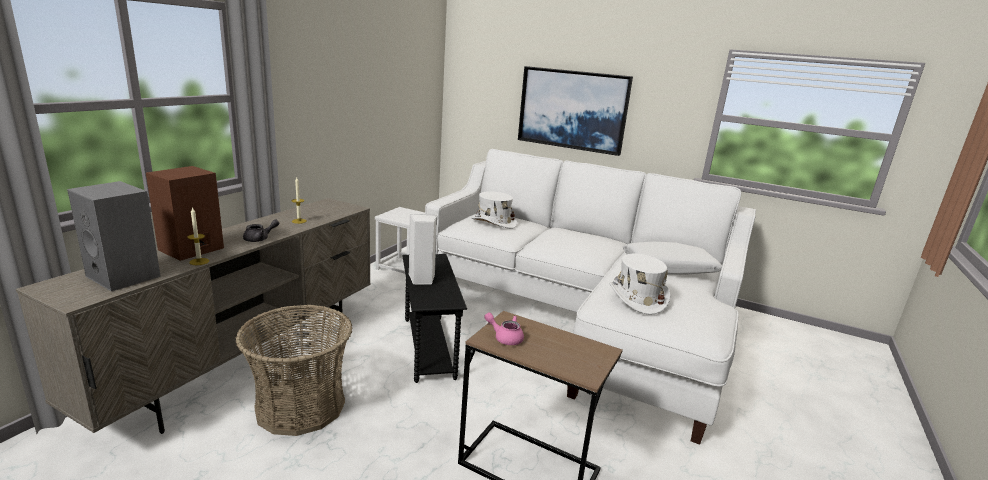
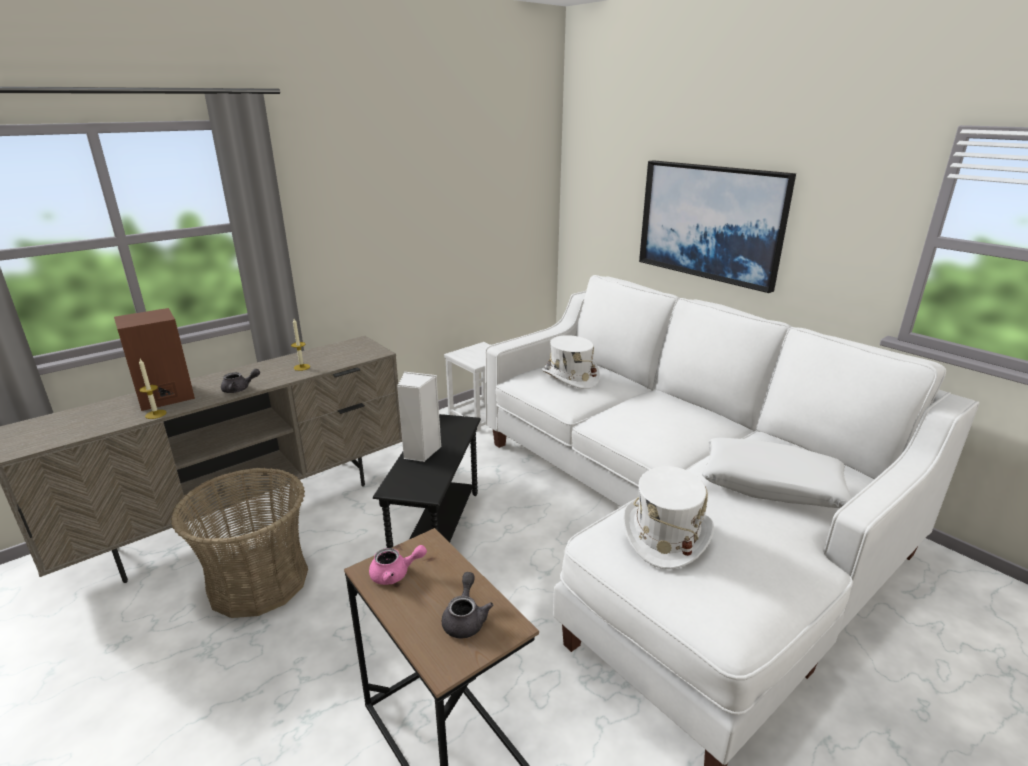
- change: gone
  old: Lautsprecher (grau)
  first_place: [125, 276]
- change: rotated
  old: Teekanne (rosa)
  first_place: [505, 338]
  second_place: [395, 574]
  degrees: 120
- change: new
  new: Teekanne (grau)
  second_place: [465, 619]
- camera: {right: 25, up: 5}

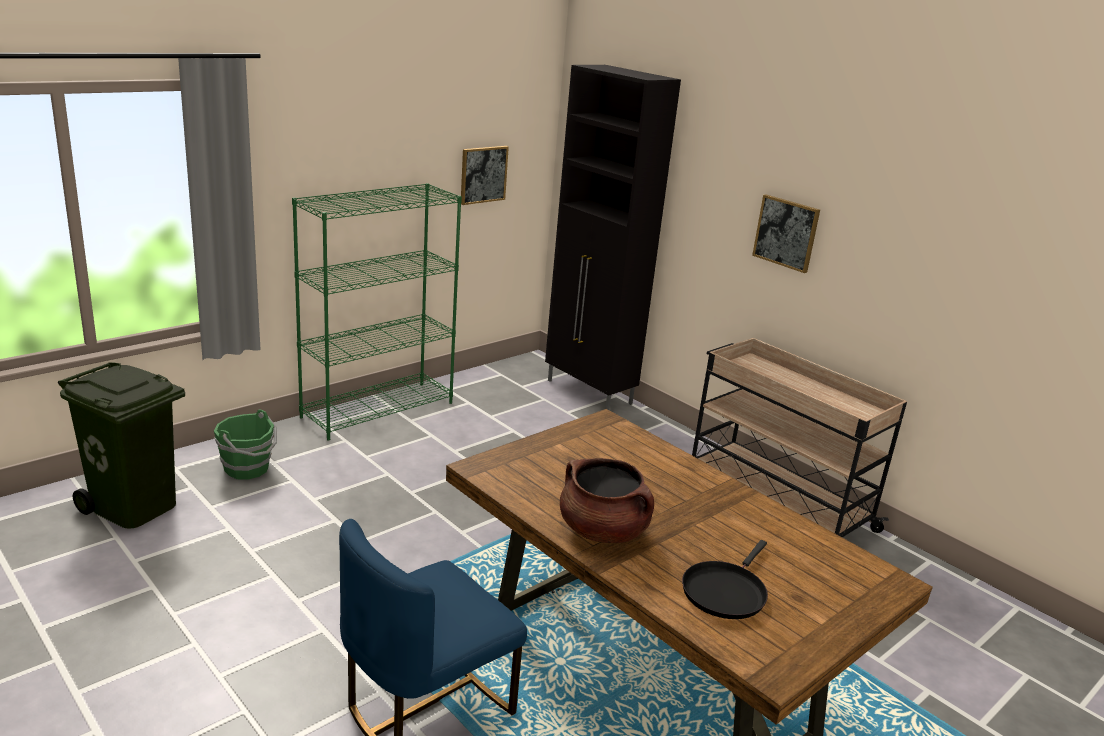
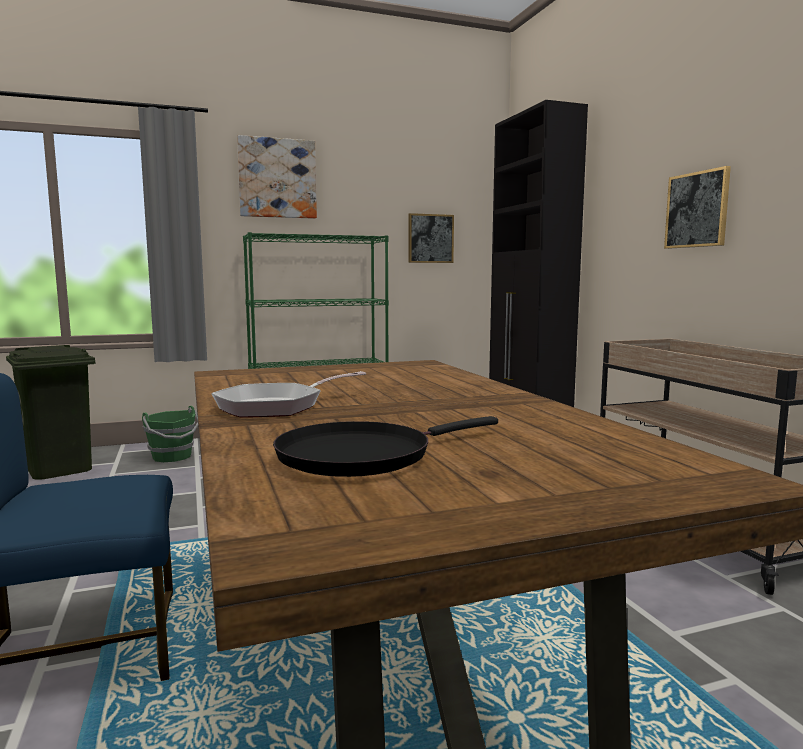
- change: swapped
  old: Kochtopf (braun)
  new: Pfanne
  first_place: [603, 531]
  second_place: [277, 406]
- change: new
  new: Bild
  second_place: [277, 178]
- camera: {right: 25, up: -15}

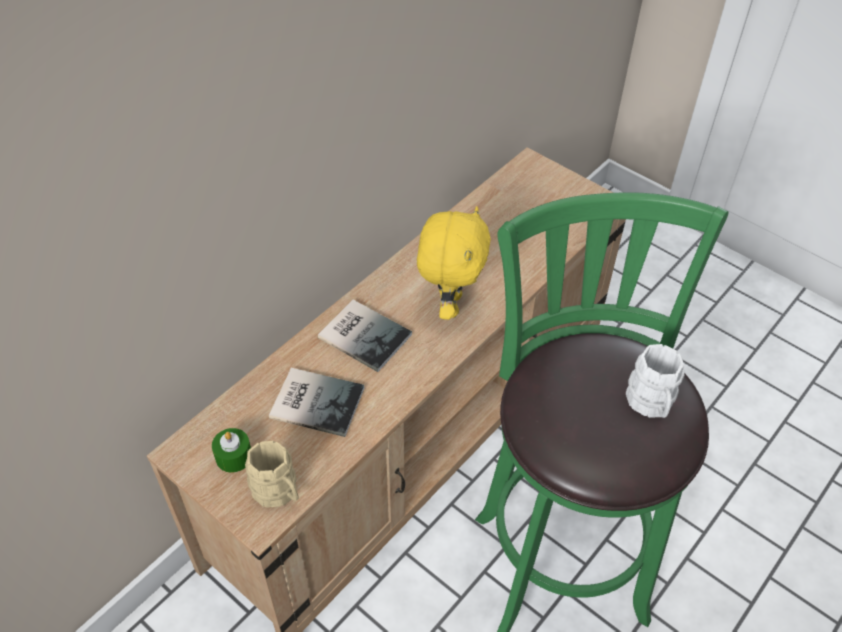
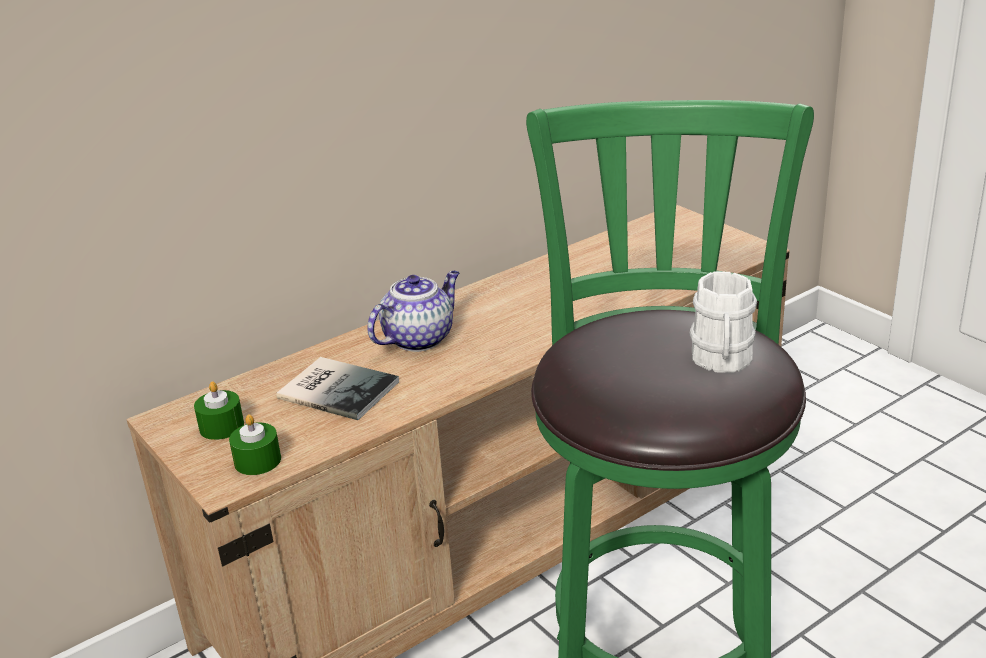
- change: gone
  old: Plüschtier (gelb)
  first_place: [449, 305]
- change: swapped
  old: Buch
  new: Teekanne
  first_place: [364, 334]
  second_place: [419, 338]
- change: swapped
  old: Henkelbecher (beige)
  new: Kerze (grün)
  first_place: [278, 493]
  second_place: [257, 461]
- camera: {right: 15, up: -20}

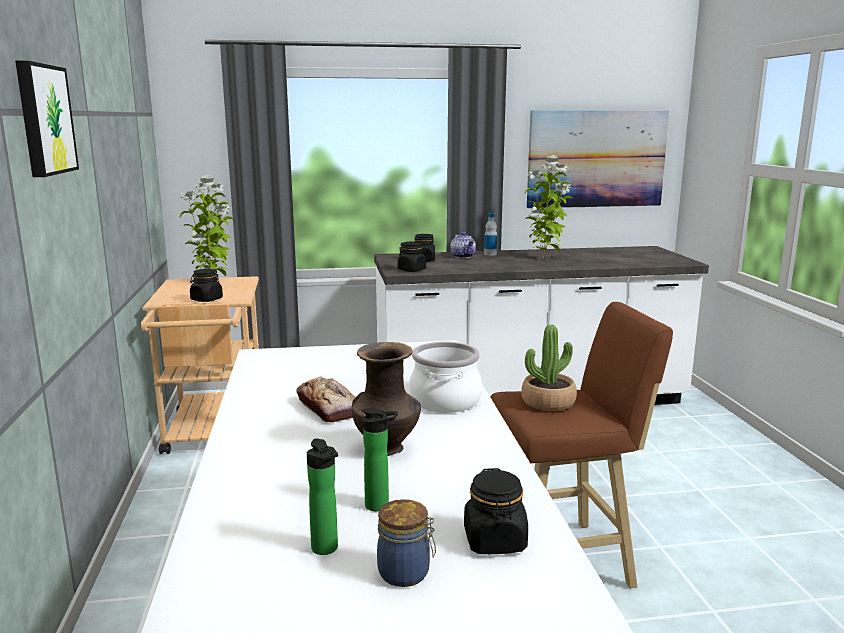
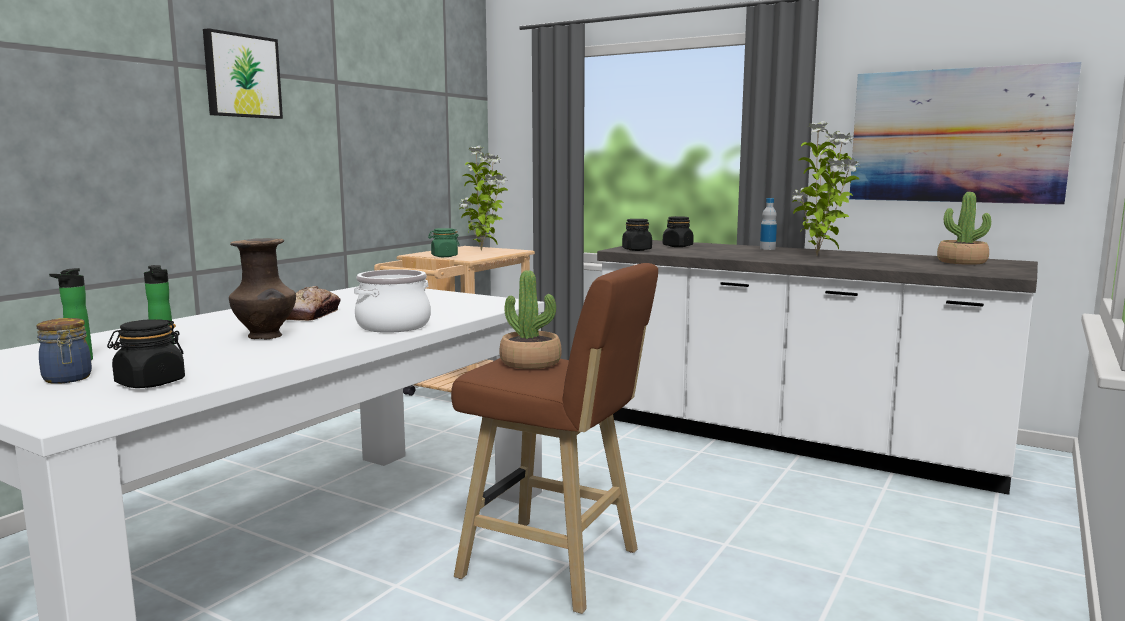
- change: gone
  old: Teekanne
  first_place: [463, 256]
- change: repainted
  old: Vorratsglas (schwarz)
  new: Vorratsglas (grün)
  first_place: [206, 300]
  second_place: [444, 256]
- change: new
  new: Topfpflanze
  second_place: [961, 262]
- camera: {right: 40, up: -5}

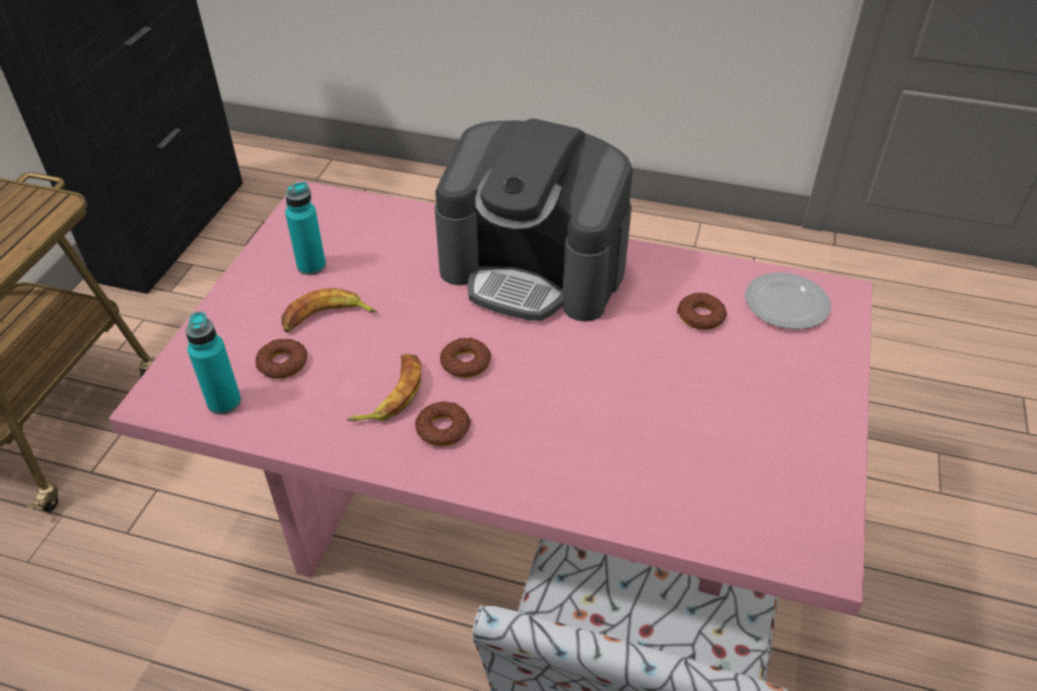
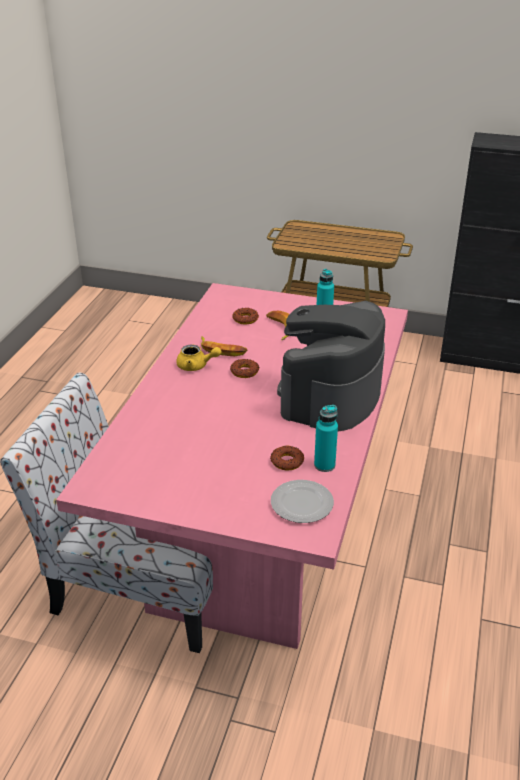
- change: shifted
  old: Flasche (türkis)
  first_place: [224, 402]
  second_place: [324, 465]
- change: swapped
  old: Donut
  new: Teekanne (gelb)
  first_place: [443, 428]
  second_place: [196, 366]
- camera: {right: 90, up: -10}

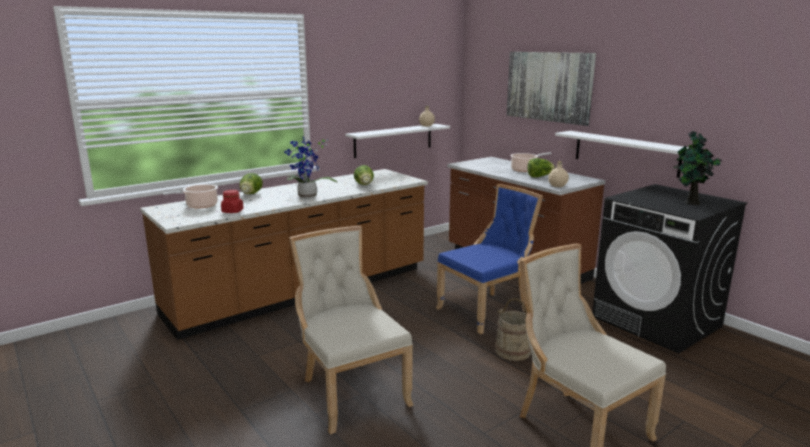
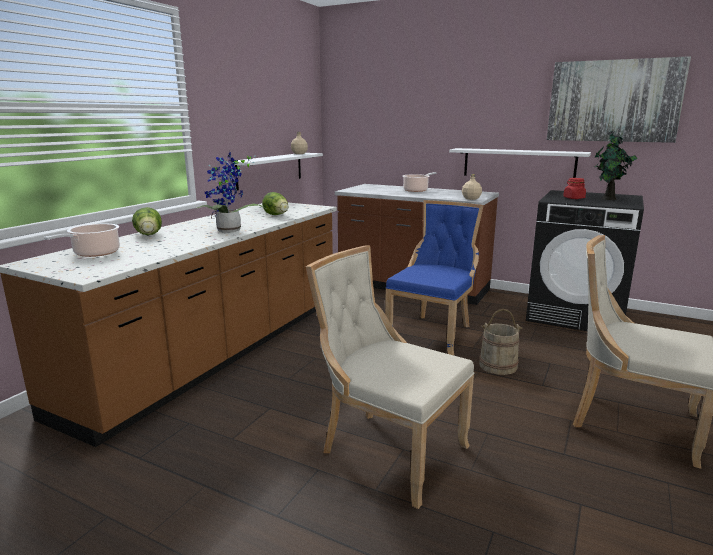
- change: shifted
  old: Bild
  first_place: [548, 86]
  second_place: [613, 101]
- change: gone
  old: Salatkopf
  first_place: [539, 176]
- change: shifted
  old: Vorratsglas (rot)
  first_place: [232, 211]
  second_place: [573, 198]
- camera: {right: -25, up: 0}

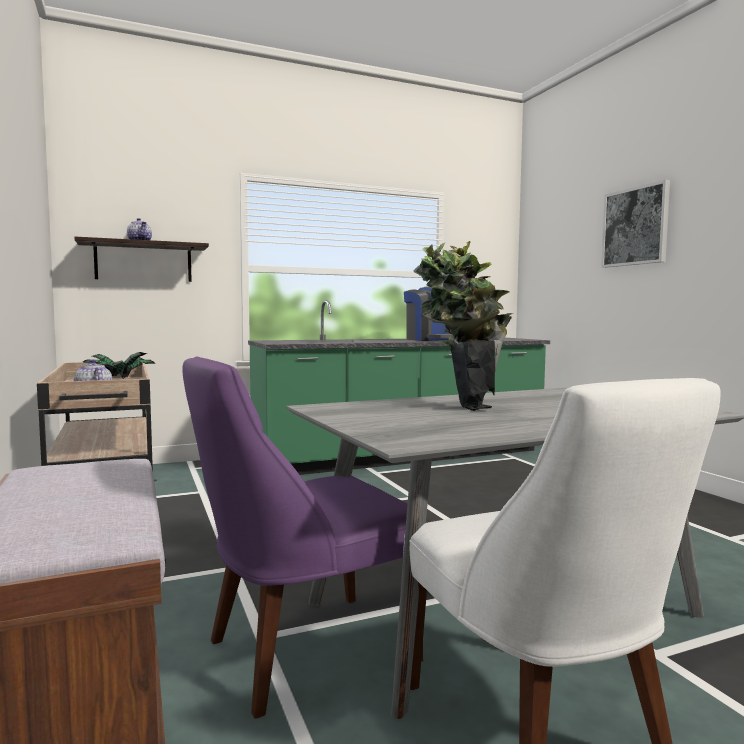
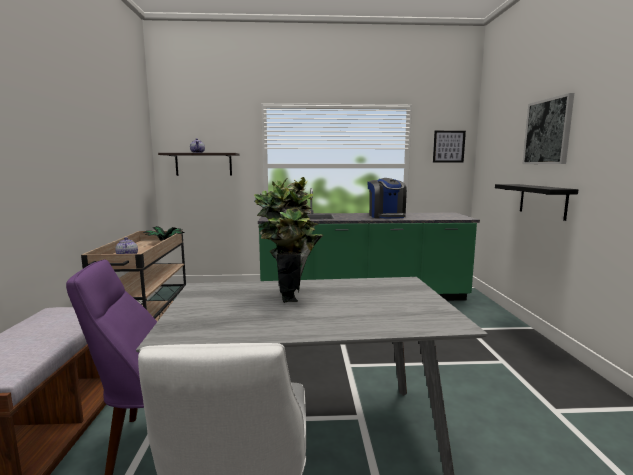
- change: new
  new: Bild
  second_place: [448, 146]
- change: new
  new: Wandregal (schwarz)
  second_place: [542, 201]
- camera: {right: 20, up: 5}

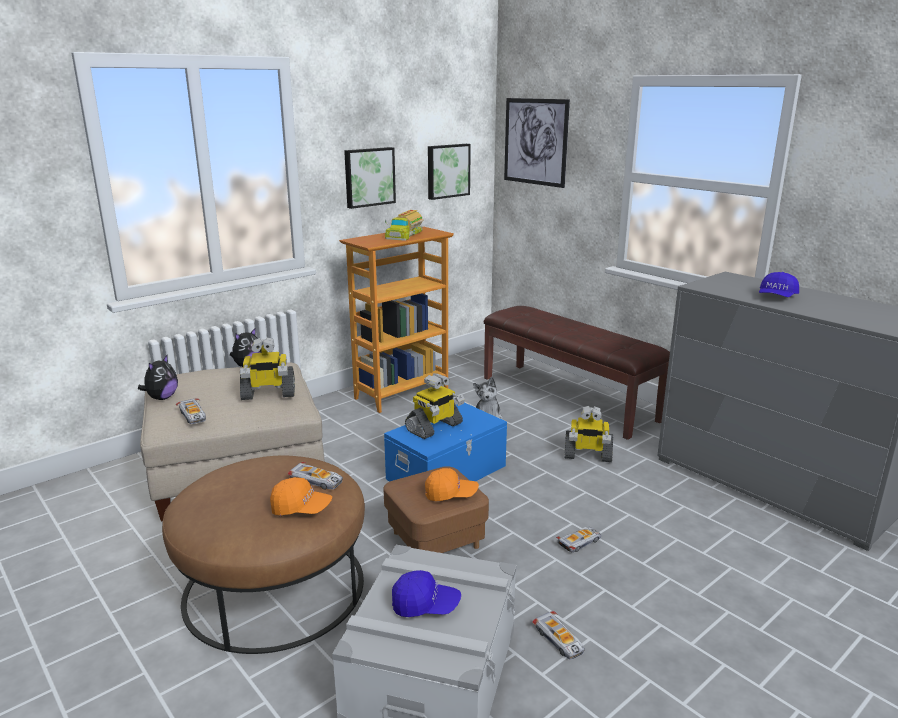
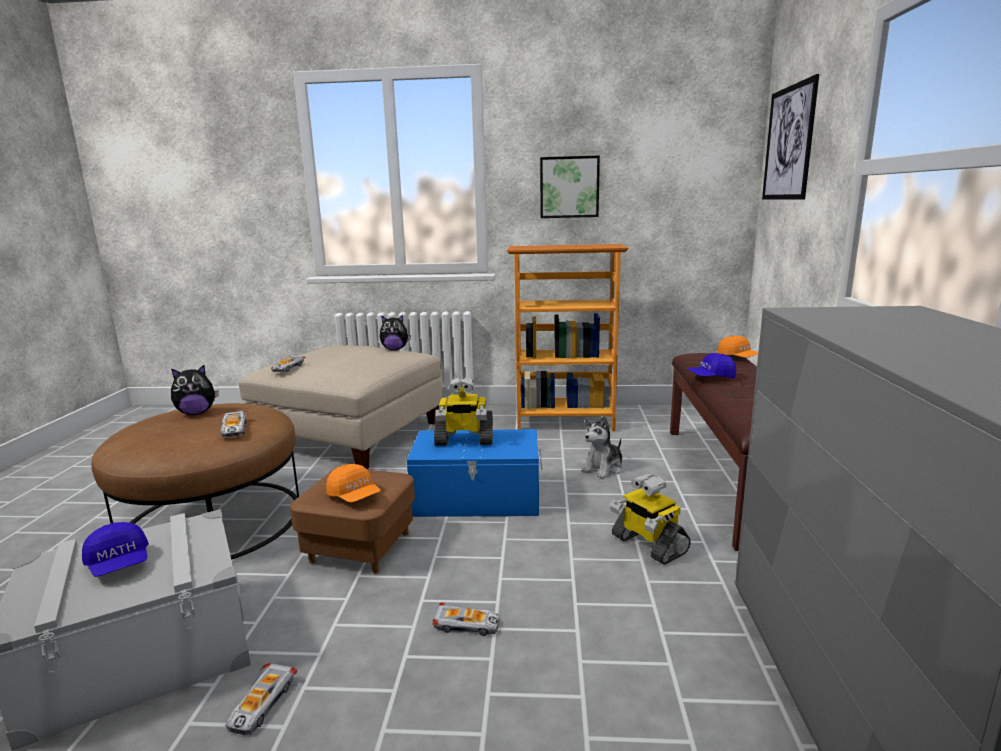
- change: gone
  old: Bild
  first_place: [447, 171]
- change: gone
  old: Spielzeuglaster
  first_place: [404, 234]
- change: shifted
  old: Kappe (blau)
  first_place: [776, 297]
  second_place: [711, 377]
- change: gone
  old: Spielzeugroboter
  first_place: [268, 394]
- change: shifted
  old: Plüschtier
  first_place: [162, 398]
  second_place: [196, 413]
- change: shifted
  old: Kappe (orange)
  first_place: [301, 508]
  second_place: [738, 358]
- camera: {right: 45, up: -5}

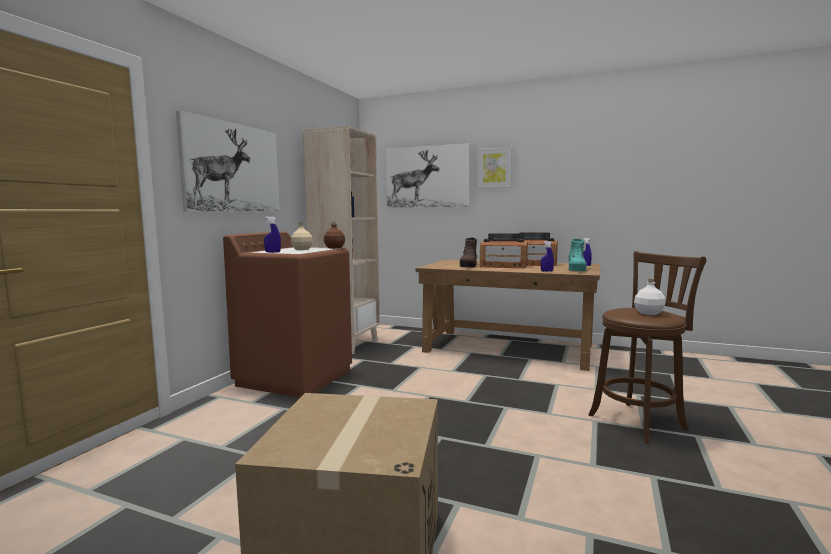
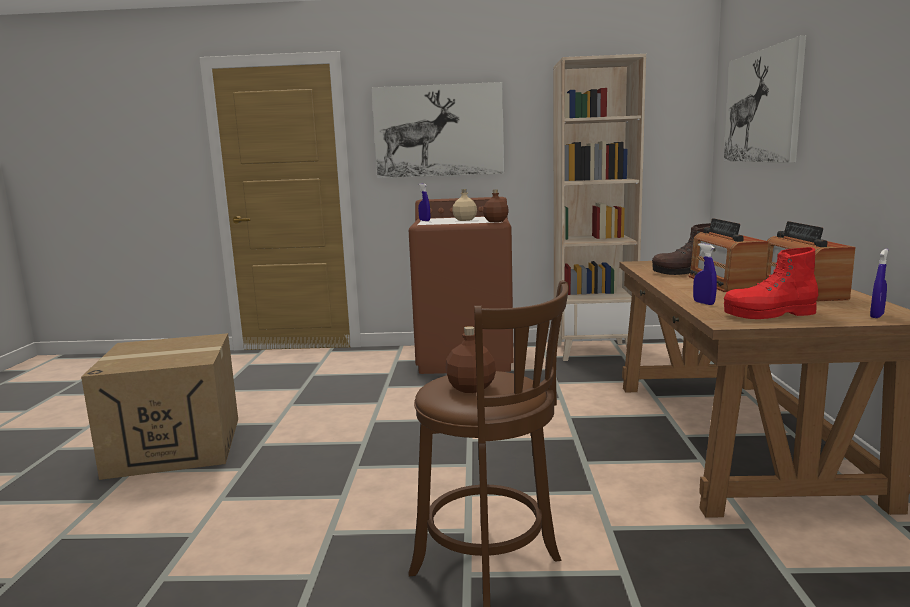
- change: gone
  old: Bild
  first_place: [494, 168]
- change: repainted
  old: Stiefel (türkis)
  new: Stiefel (rot)
  first_place: [576, 270]
  second_place: [769, 314]
- change: repainted
  old: Flasche (weiß)
  new: Flasche (braun)
  first_place: [649, 313]
  second_place: [471, 388]
- camera: {right: 70, up: 5}

